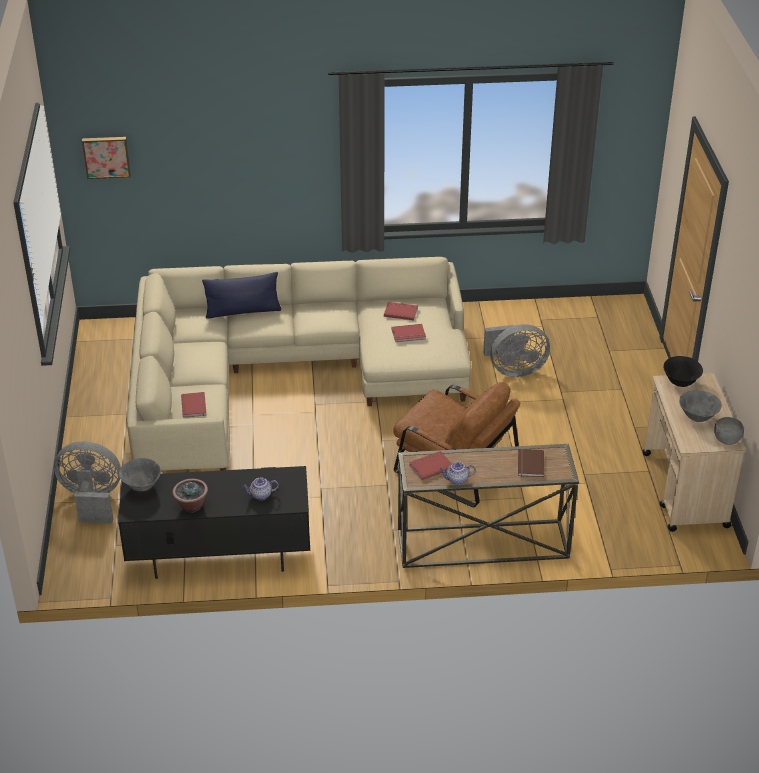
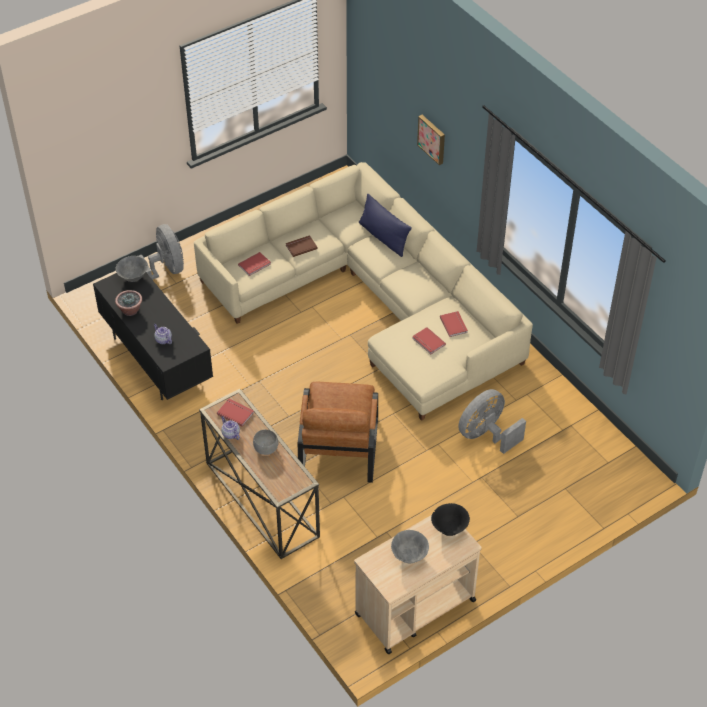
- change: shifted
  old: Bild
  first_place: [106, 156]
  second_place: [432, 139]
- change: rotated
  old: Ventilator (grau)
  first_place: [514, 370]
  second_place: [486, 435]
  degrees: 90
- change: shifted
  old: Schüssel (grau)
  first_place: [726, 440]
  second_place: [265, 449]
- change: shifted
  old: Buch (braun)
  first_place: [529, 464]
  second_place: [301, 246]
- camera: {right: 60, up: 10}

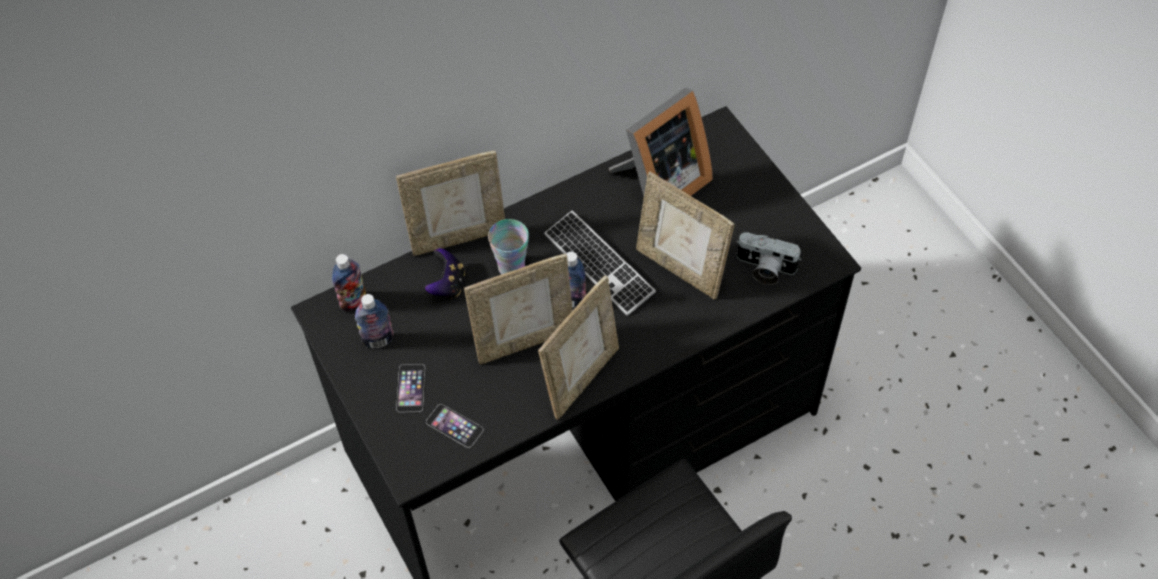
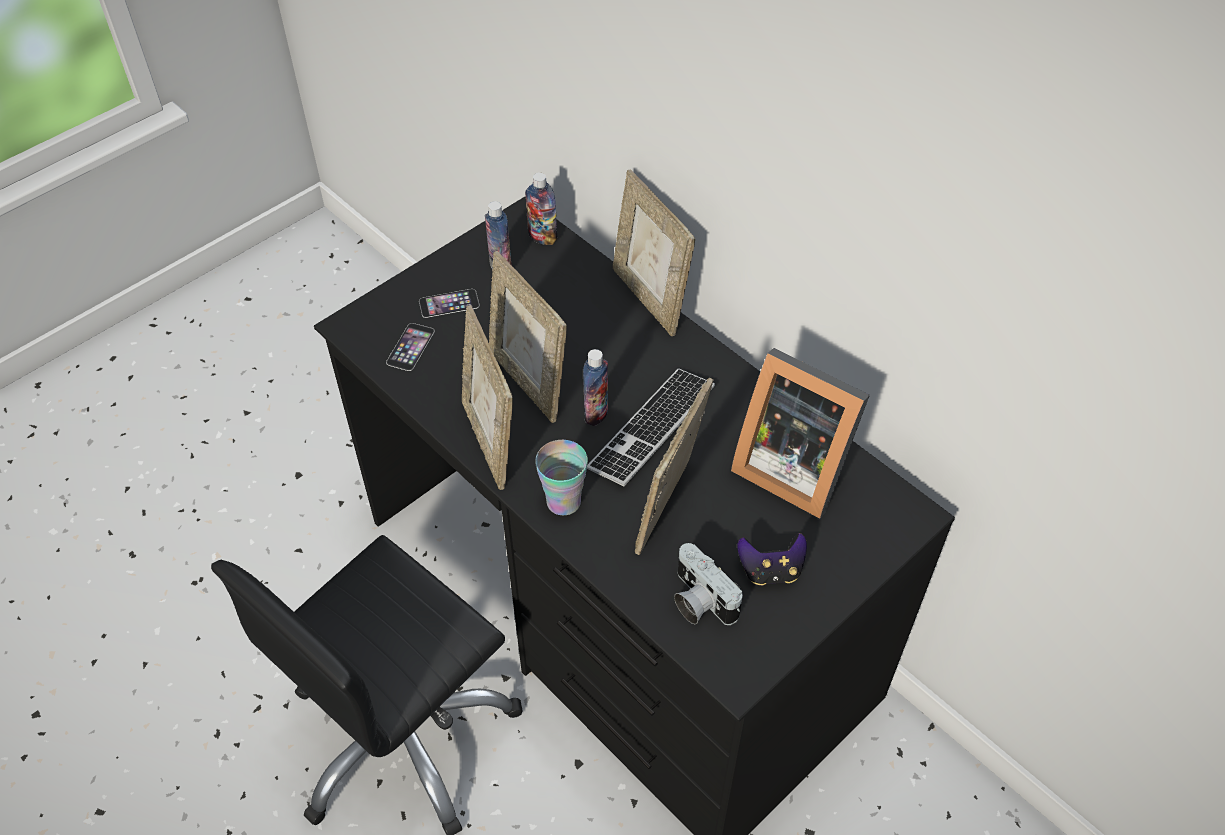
- change: shifted
  old: Tasse
  first_place: [511, 267]
  second_place: [563, 501]
- change: rotated
  old: Kamera
  first_place: [764, 269]
  second_place: [699, 600]
  degrees: -45
- change: shifted
  old: Gamepad
  first_place: [447, 284]
  second_place: [770, 570]
- change: rotated
  old: Bilderrahmen
  first_place: [581, 378]
  second_place: [491, 442]
  degrees: 45
- camera: {right: 75, up: -5}

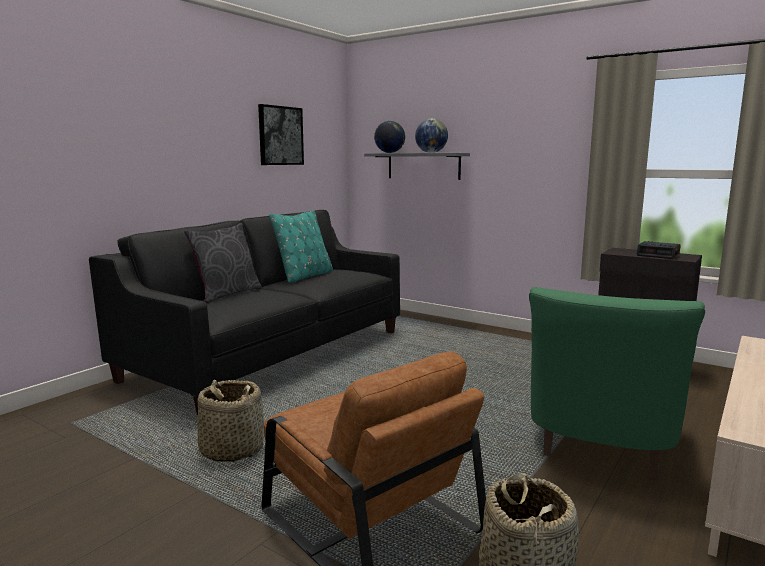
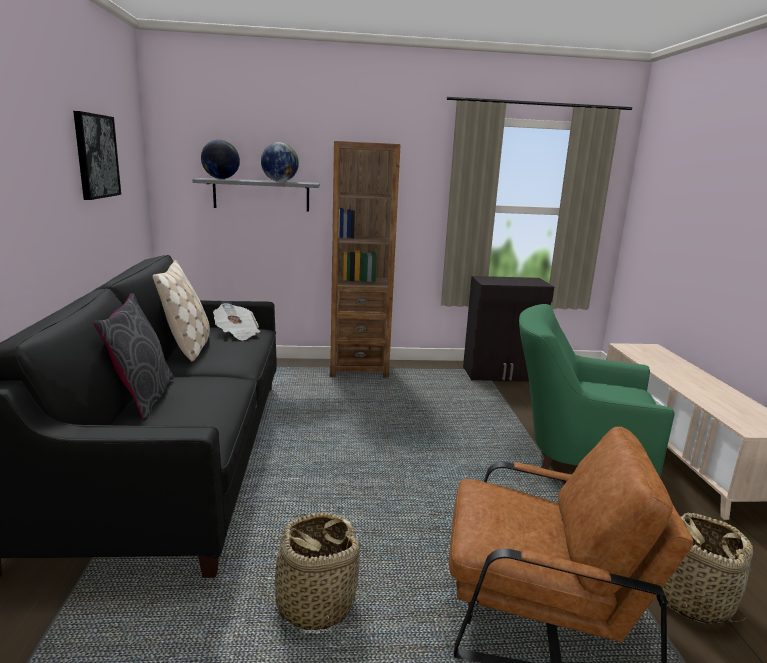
- change: repainted
  old: Kissen (türkis)
  new: Kissen (beige)
  first_place: [304, 276]
  second_place: [188, 347]
- change: gone
  old: Wecker
  first_place: [658, 255]
- change: rotated
  old: Sessel (grün)
  first_place: [599, 446]
  second_place: [574, 458]
  degrees: 120
- change: new
  new: Bücherregal (braun)
  second_place: [358, 368]
- change: new
  new: Zeitung
  second_place: [237, 333]
- camera: {right: -40, up: 5}

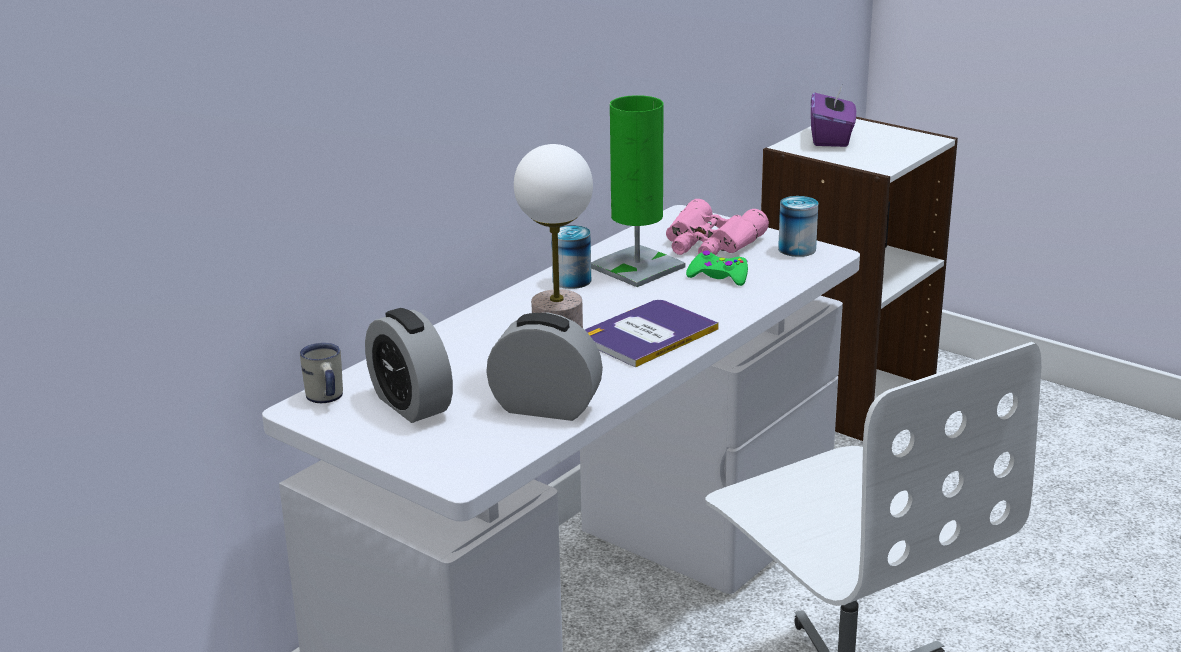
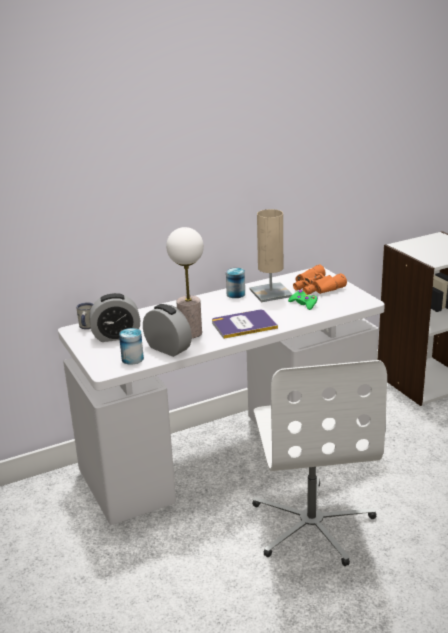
- change: gone
  old: Taschentuchbox (lila)
  first_place: [831, 138]
- change: repainted
  old: Tischlampe (grün)
  new: Tischlampe (beige)
  first_place: [637, 267]
  second_place: [271, 293]
- change: shifted
  old: Dose
  first_place: [797, 249]
  second_place: [132, 359]
- change: repainted
  old: Fernglas (rosa)
  new: Fernglas (orange)
  first_place: [710, 243]
  second_place: [316, 287]
- change: rotated
  old: Wecker
  first_place: [411, 404]
  second_place: [116, 336]
  degrees: -90
- camera: {right: 25, up: 0}

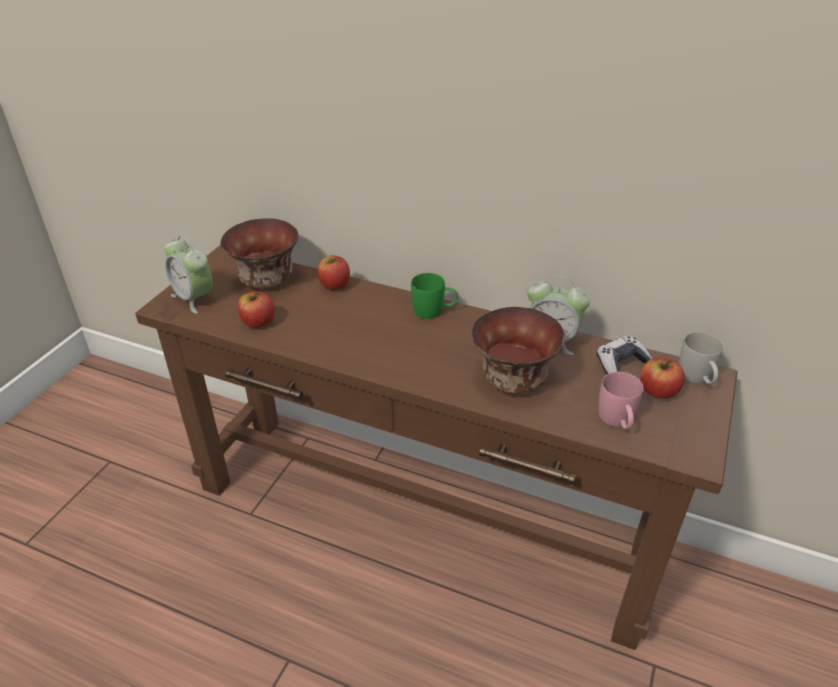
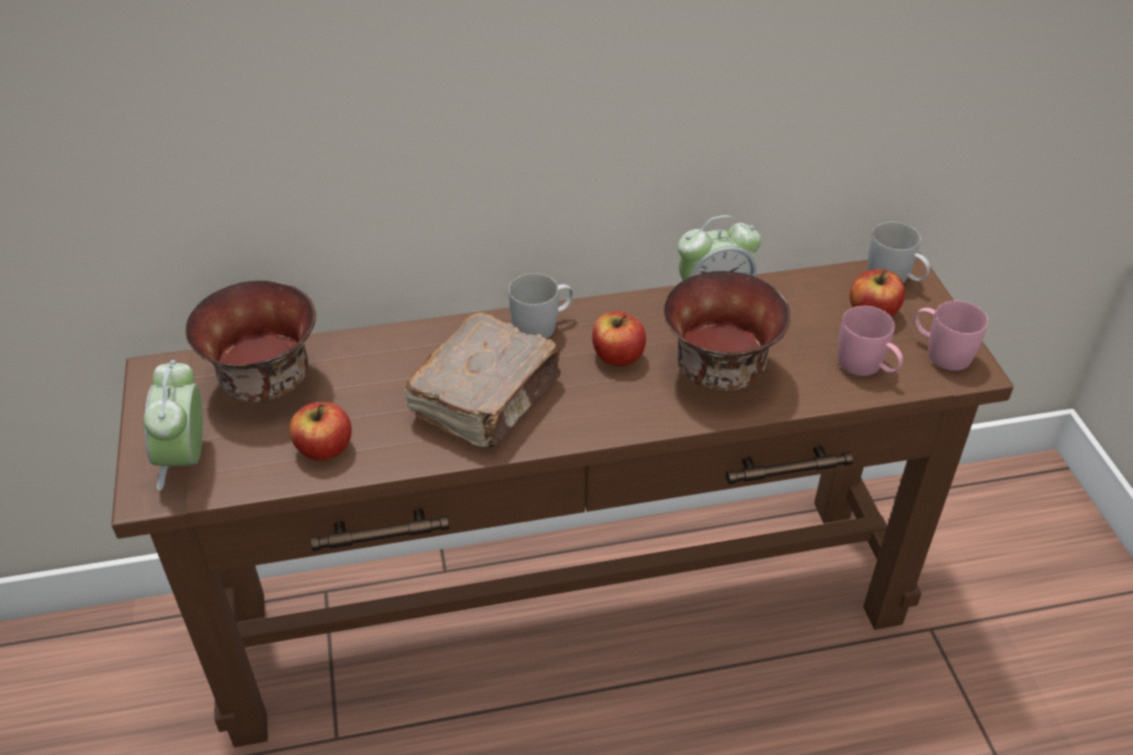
- change: rotated
  old: Wecker
  first_place: [194, 298]
  second_place: [186, 459]
  degrees: 75
- change: shifted
  old: Apfel
  first_place: [334, 285]
  second_place: [617, 356]
- change: repainted
  old: Henkelbecher (grün)
  new: Henkelbecher (weiß)
  first_place: [434, 311]
  second_place: [543, 325]
- change: gone
  old: Gamepad
  first_place: [621, 364]
- change: new
  new: Henkelbecher (rosa)
  second_place: [940, 352]
- change: new
  new: Buch (braun)
  second_place: [488, 398]
- camera: {right: -35, up: 5}

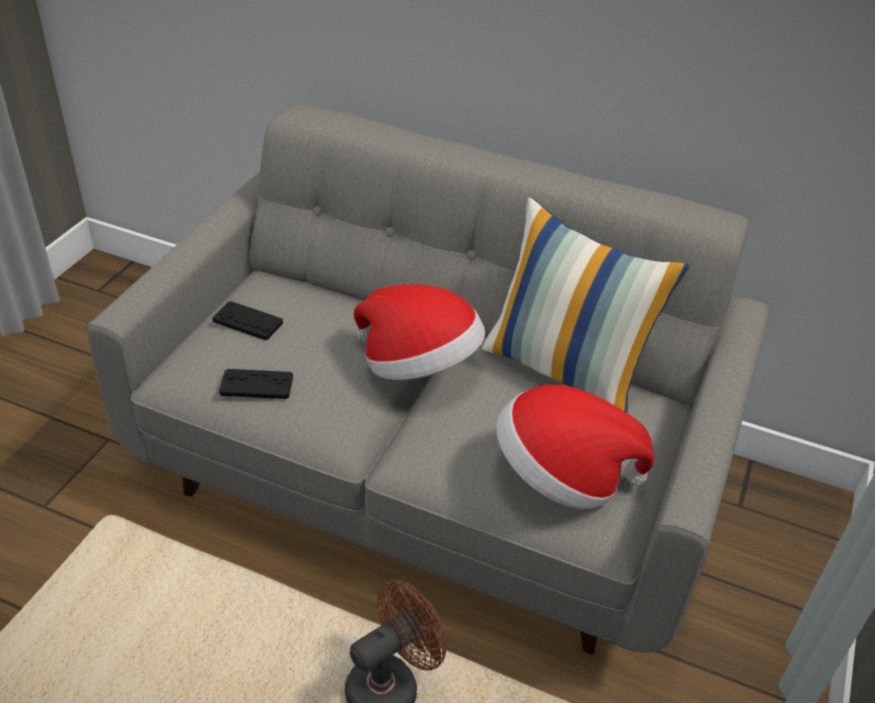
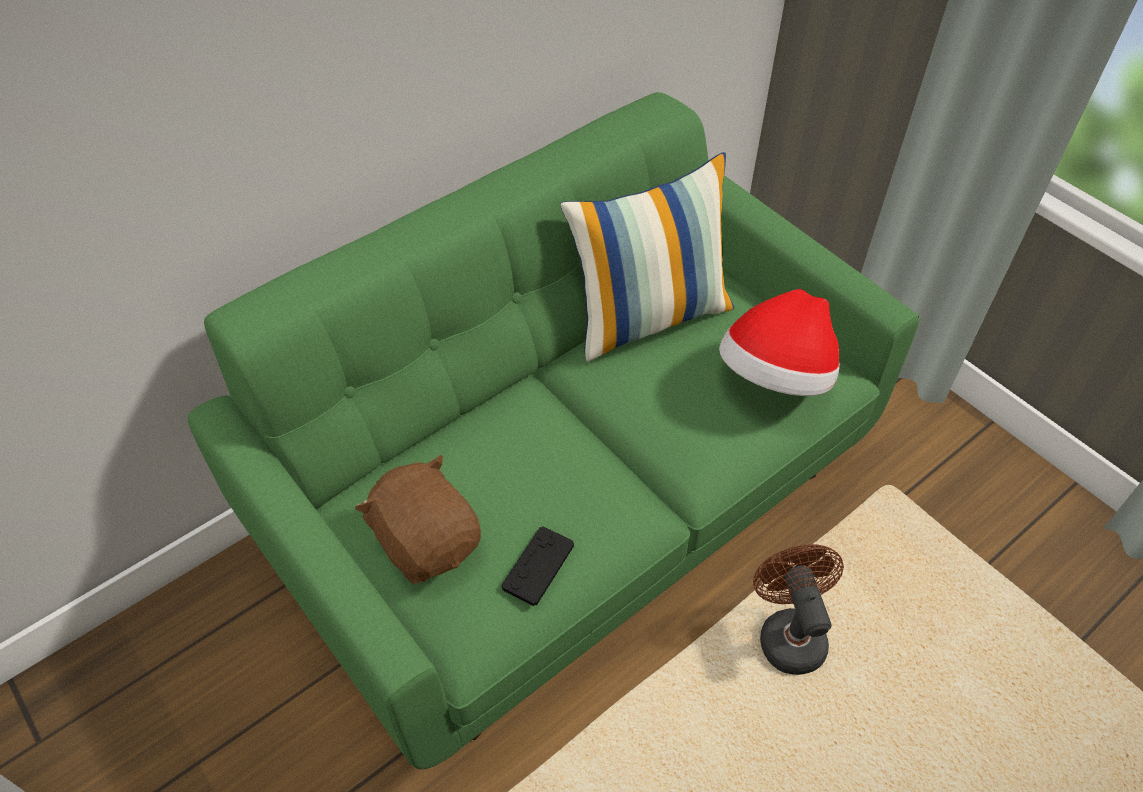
- change: repainted
  old: Sofa (grau)
  new: Sofa (grün)
  first_place: [431, 473]
  second_place: [571, 501]
- change: gone
  old: Hut
  first_place: [418, 366]
- change: swapped
  old: Gamepad (schwarz)
  new: Plüschtier (braun)
  first_place: [248, 322]
  second_place: [427, 541]
- camera: {right: -60, up: 10}

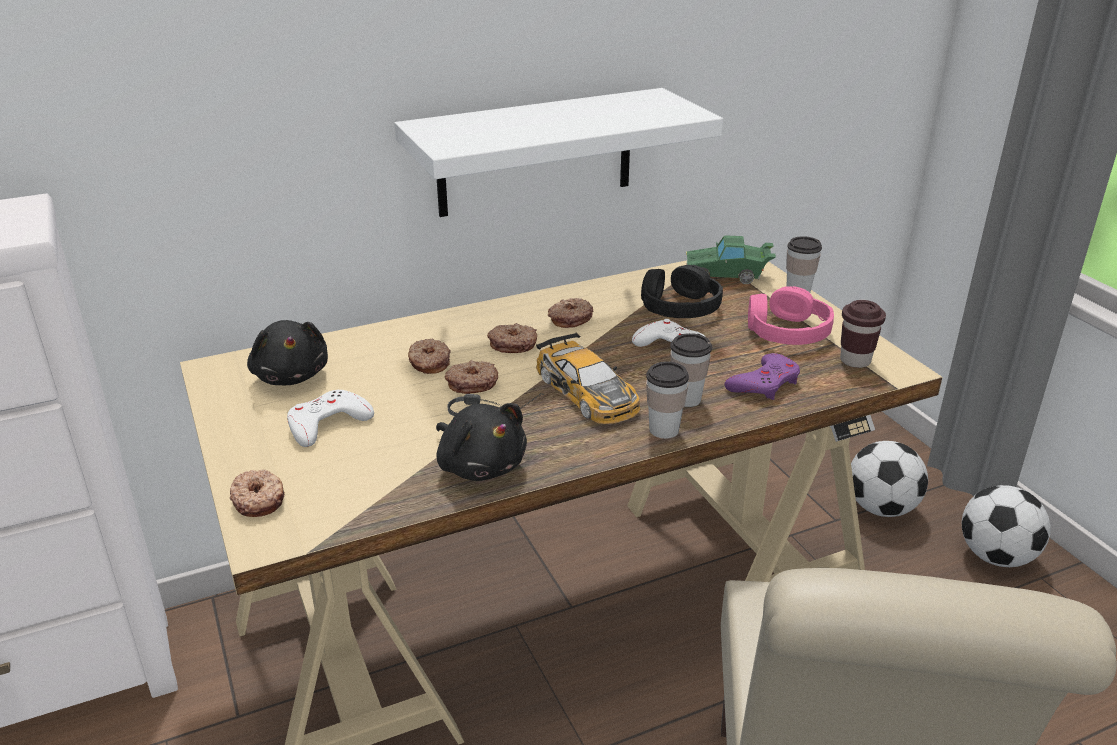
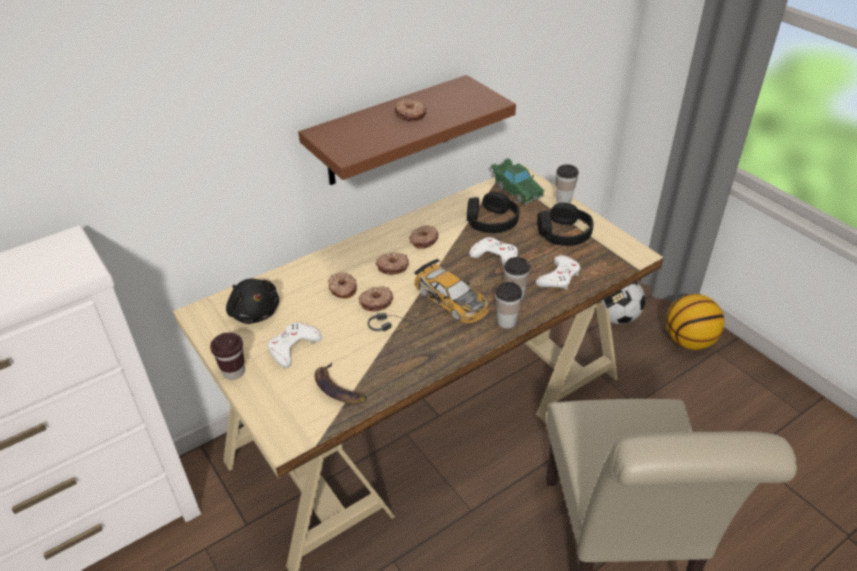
- change: repainted
  old: Wandregal (weiß)
  new: Wandregal (braun)
  first_place: [535, 153]
  second_place: [388, 132]
- change: rotated
  old: Spielzeugauto (grün)
  first_place: [728, 275]
  second_place: [516, 190]
  degrees: -120
- change: repainted
  old: Kopfhörer (rosa)
  new: Kopfhörer (schwarz)
  first_place: [787, 331]
  second_place: [563, 233]
- change: shifted
  old: Tasse (braun)
  first_place: [855, 361]
  second_place: [234, 372]
- change: repainted
  old: Gamepad (lila)
  new: Gamepad (weiß)
  first_place: [764, 383]
  second_place: [559, 277]
- change: gone
  old: Plüschtier (schwarz)
  first_place: [480, 465]
- change: shifted
  old: Donut
  first_place: [259, 500]
  second_place: [410, 114]
- change: swapped
  old: Fußball
  new: Basketball
  first_place: [996, 556]
  second_place: [689, 341]
- change: new
  new: Banane
  second_place: [337, 389]
- camera: {right: -10, up: 10}

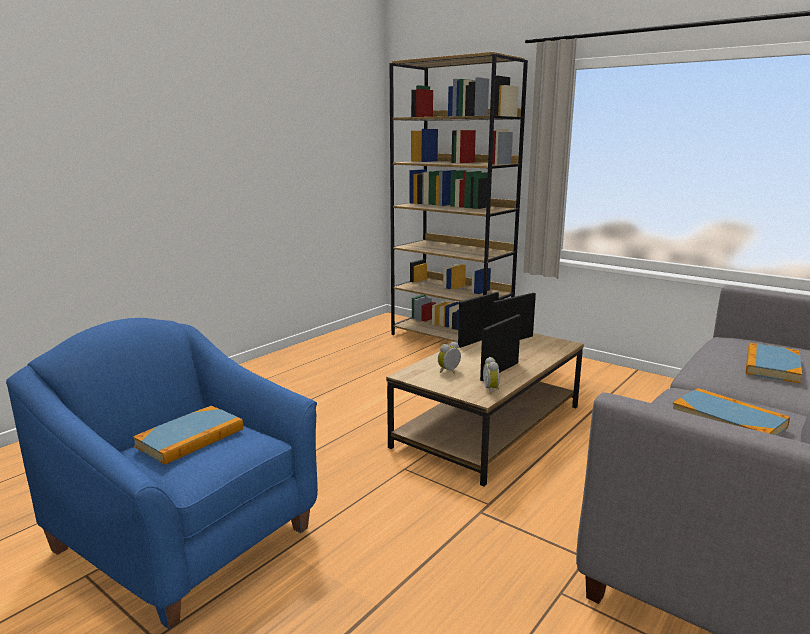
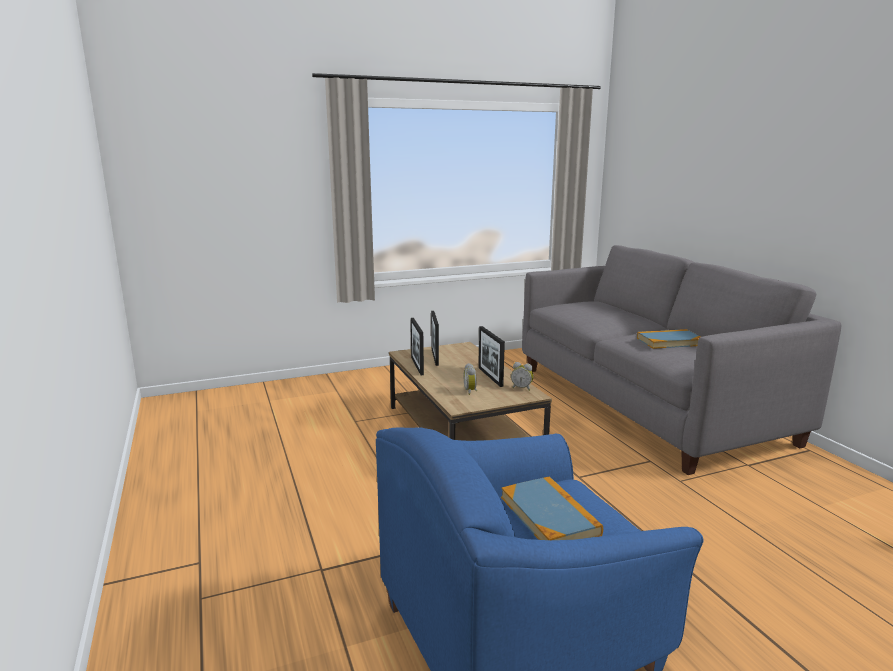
- change: gone
  old: Bücherregal (braun)
  first_place: [451, 338]
- change: gone
  old: Buch
  first_place: [771, 366]
- camera: {right: -60, up: 0}

